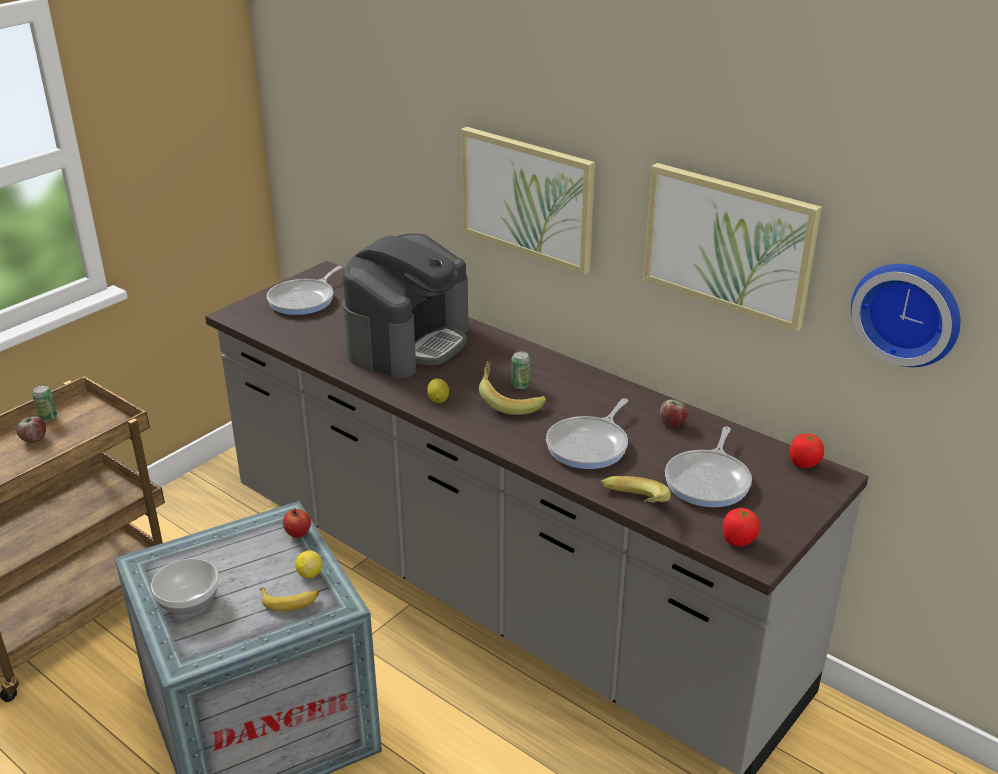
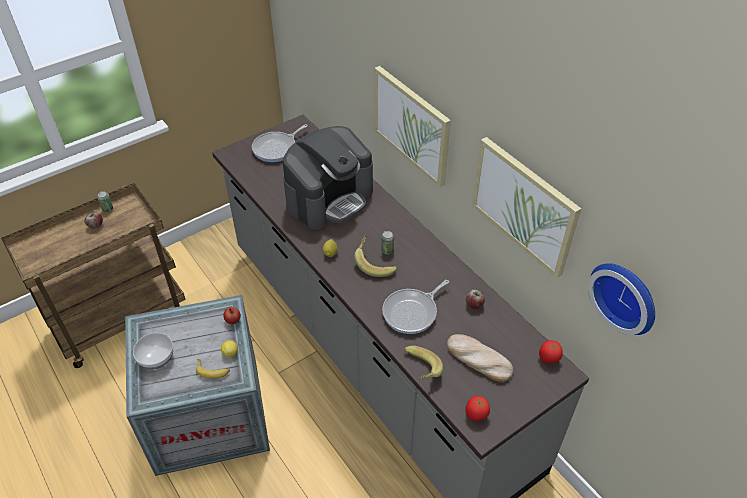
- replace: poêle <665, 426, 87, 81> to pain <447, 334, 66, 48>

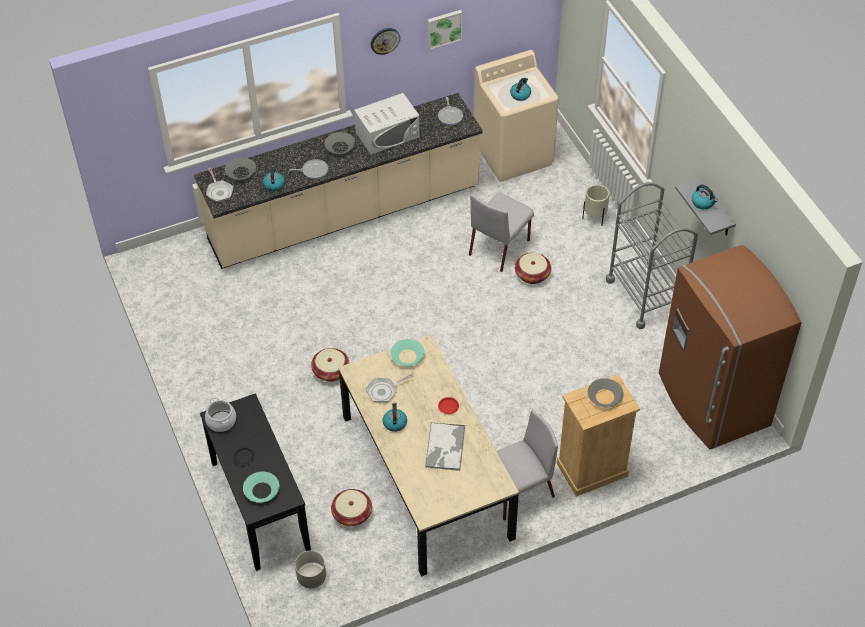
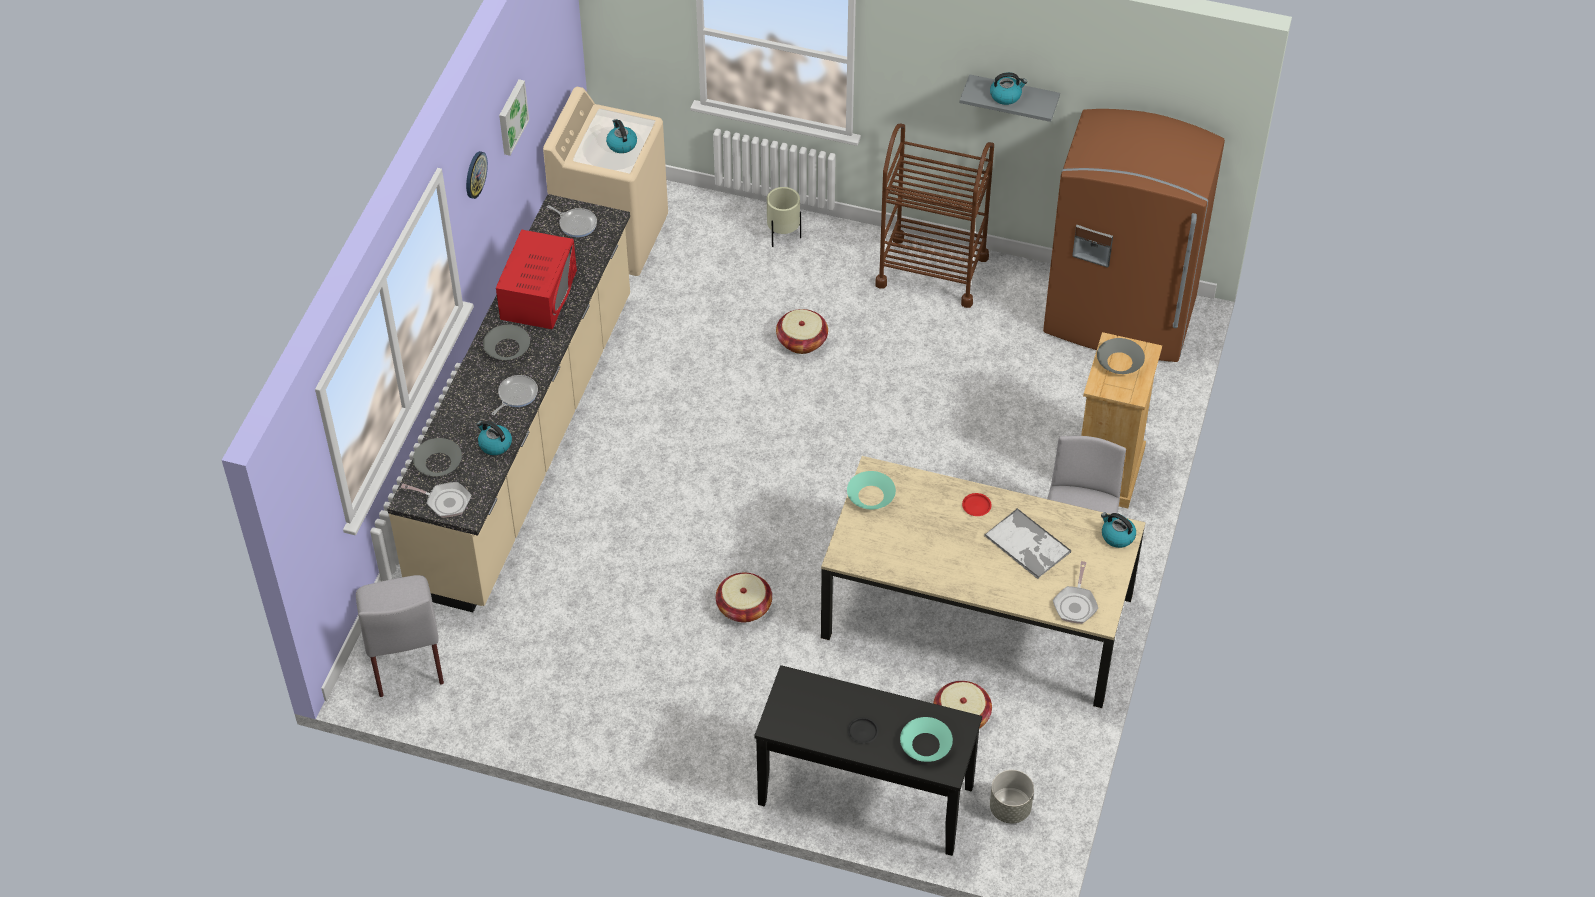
- move: chaise/gris <469, 193, 65, 79> to <356, 575, 88, 122>
- recolor: micro-ondes/blanc <354, 93, 66, 62> to micro-ondes/rouge <496, 229, 81, 100>
- recolor: chariot/gris <606, 182, 92, 147> to chariot/marron <875, 124, 119, 184>
- move: poêle <366, 374, 48, 29> to <1053, 561, 45, 63>
- move: bouilloire <383, 402, 24, 30> to <1101, 512, 35, 36>
- delete: marmite <205, 397, 31, 35>

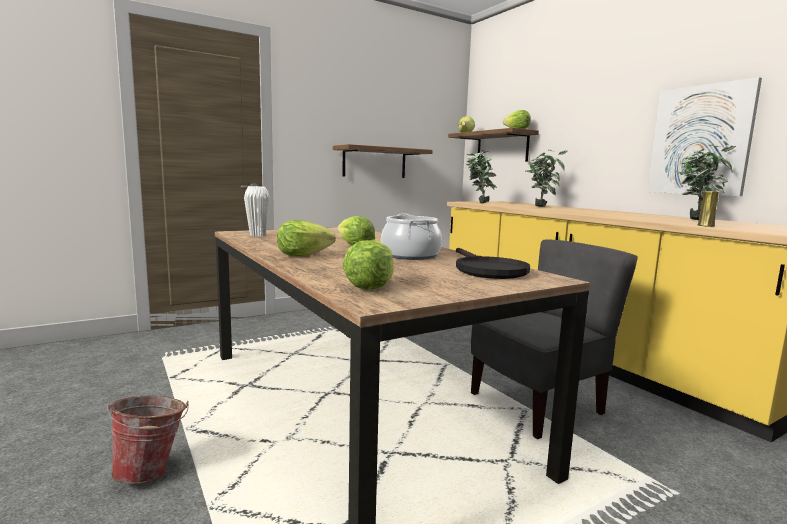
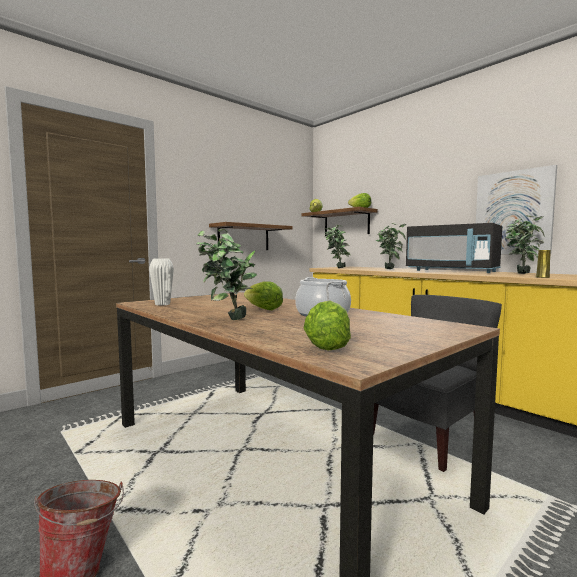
- replace: laitue <277, 220, 59, 36> to plante en pot <197, 229, 60, 91>
- insert: micro-ondes/noir <406, 223, 96, 50>
- delete: poêle/noir <456, 248, 74, 31>

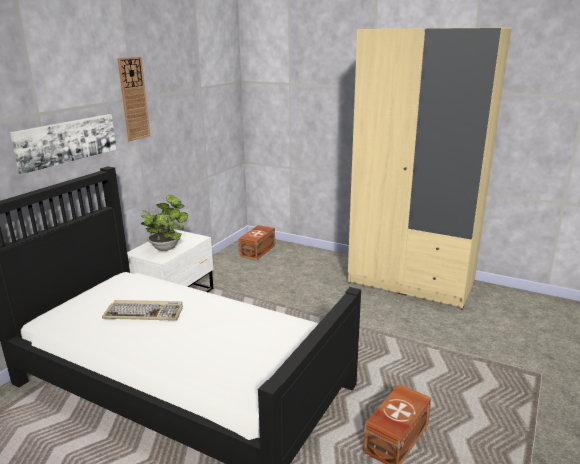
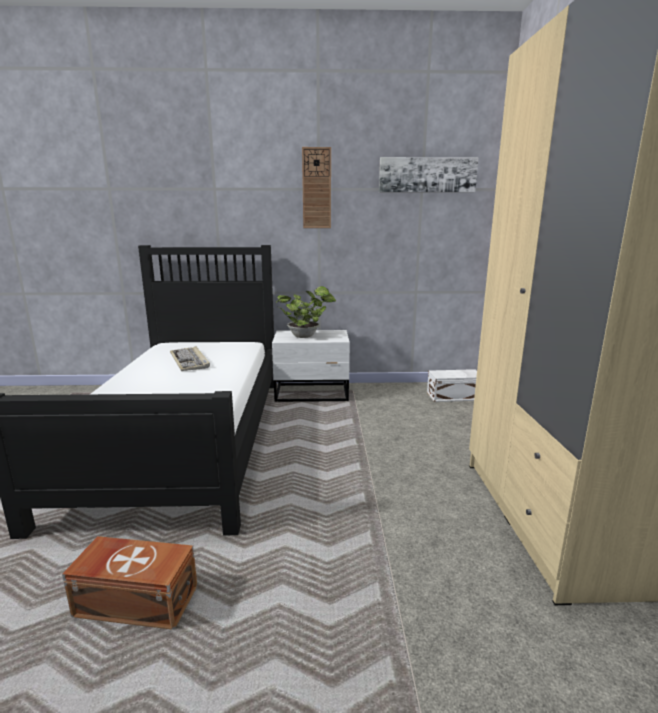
- move: tableau <10, 114, 107, 60> to <379, 157, 100, 36>
- recolor: boîte de rangement/marron <239, 225, 36, 35> to boîte de rangement/blanc <427, 369, 50, 33>

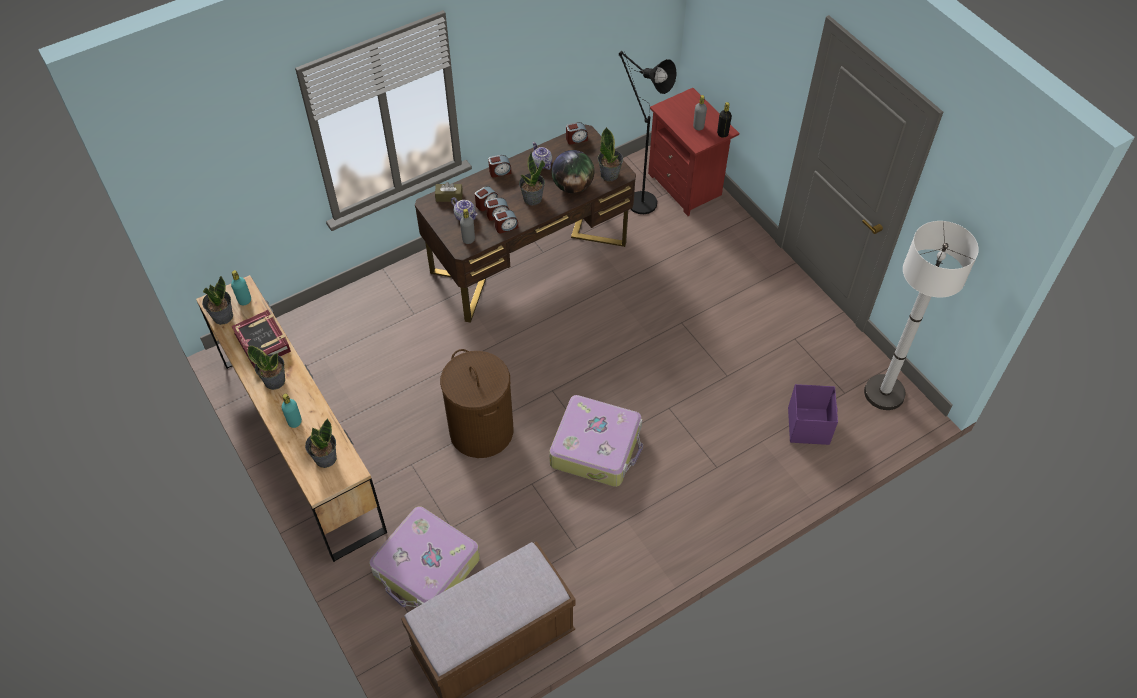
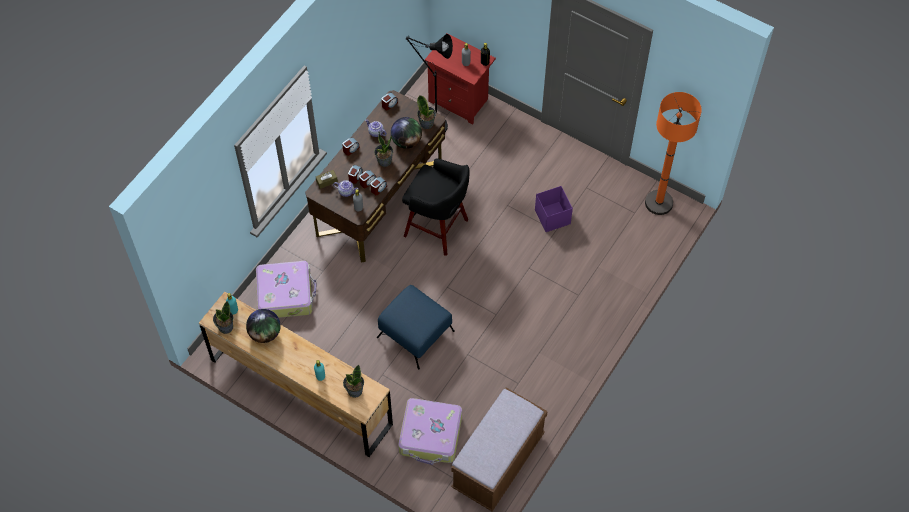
- replace: livre <232, 310, 59, 59> to globe <246, 309, 35, 34>
- move: valise <549, 395, 94, 92> to <256, 261, 61, 57>
- replace: panier à linge/marron <440, 349, 74, 109> to pouf/bleu <377, 285, 78, 84>
- insert: tabouret/noir <402, 158, 68, 98>
- move: boîte de rangement/violet <788, 384, 50, 61> to <535, 186, 38, 46>
- recolor: lampadaire/blanc <864, 221, 115, 189> to lampadaire/orange <645, 92, 57, 123>
- delete: plante en pot <247, 346, 38, 44>

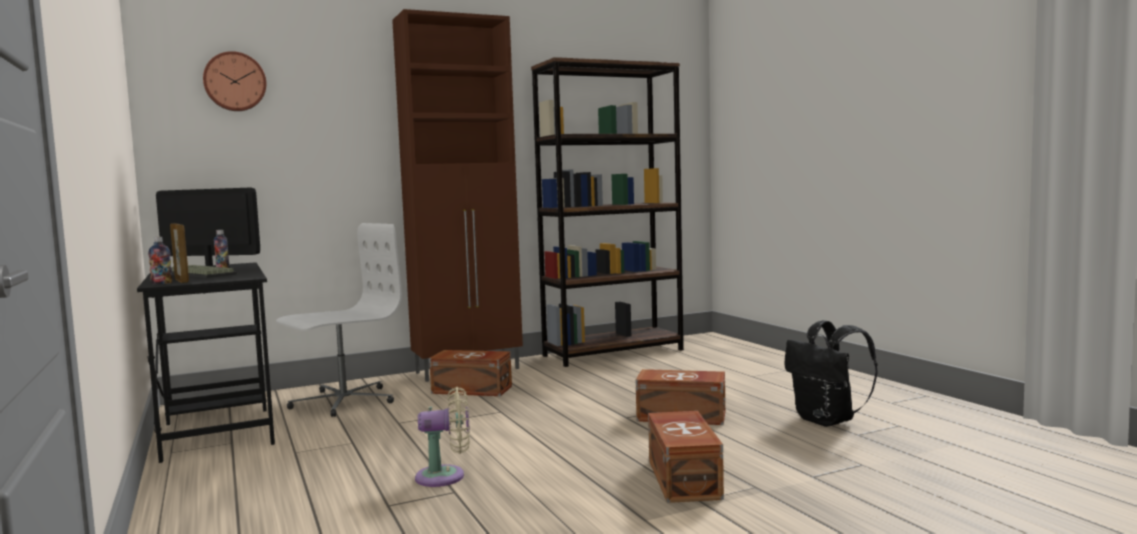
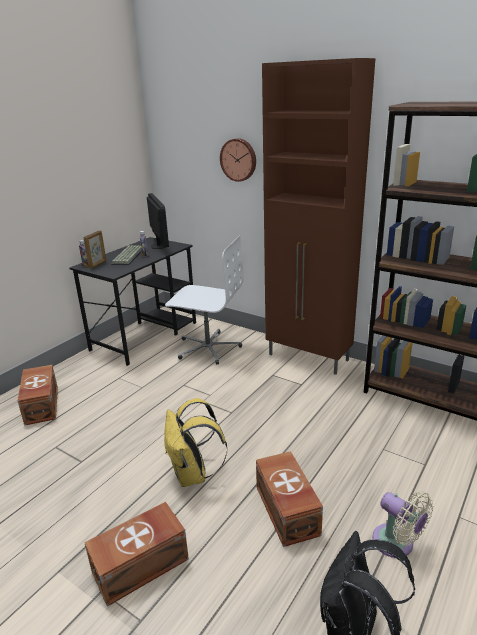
- move: boîte de rangement/marron <429, 350, 83, 46> to <17, 365, 41, 61>
- insert: sac à dos/jaune <164, 398, 64, 89>
- move: horloge murale <203, 51, 63, 60> to <220, 138, 36, 44>
- move: ventilateur/beige <415, 387, 55, 100> to <372, 492, 62, 66>

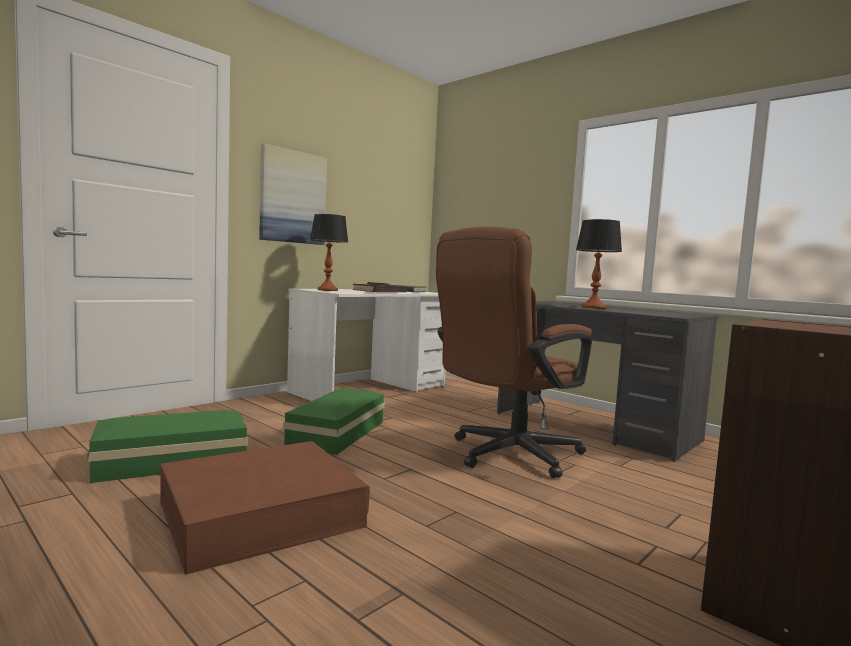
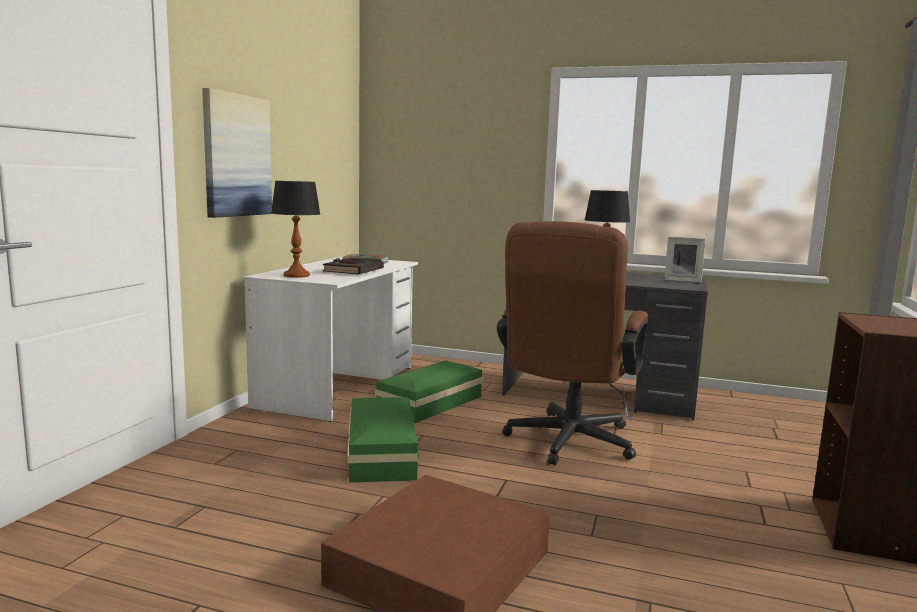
- move: boîte de rangement/vert <88, 410, 160, 73> to <375, 361, 108, 62>
- insert: cadre photo <664, 237, 41, 46>

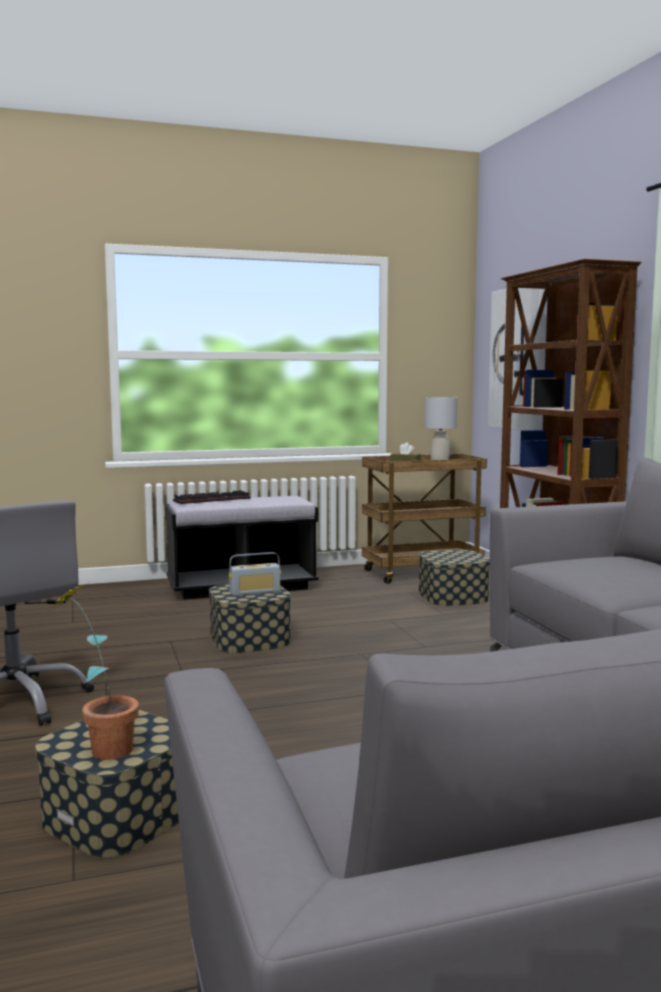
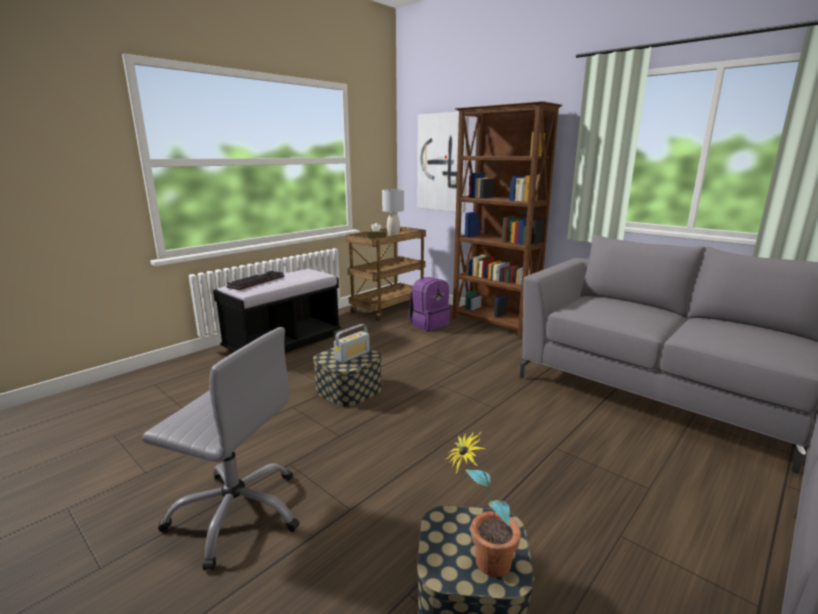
- replace: boîte de rangement <419, 550, 71, 56> to sac à dos/violet <409, 277, 42, 54>

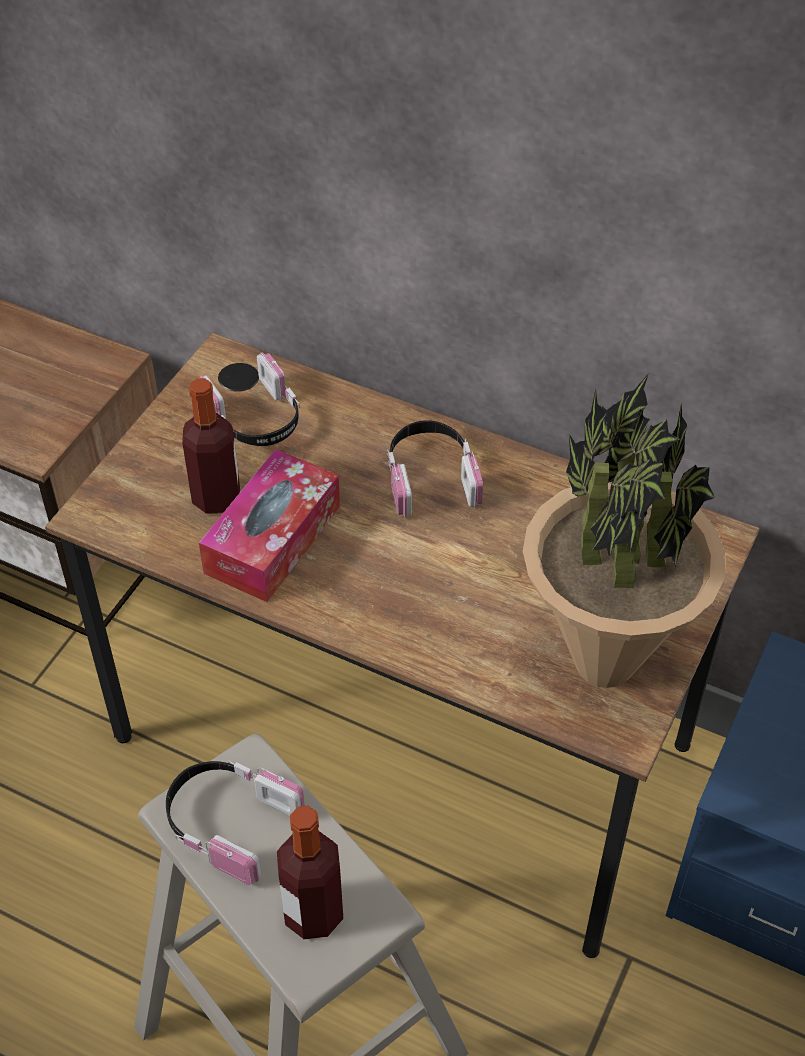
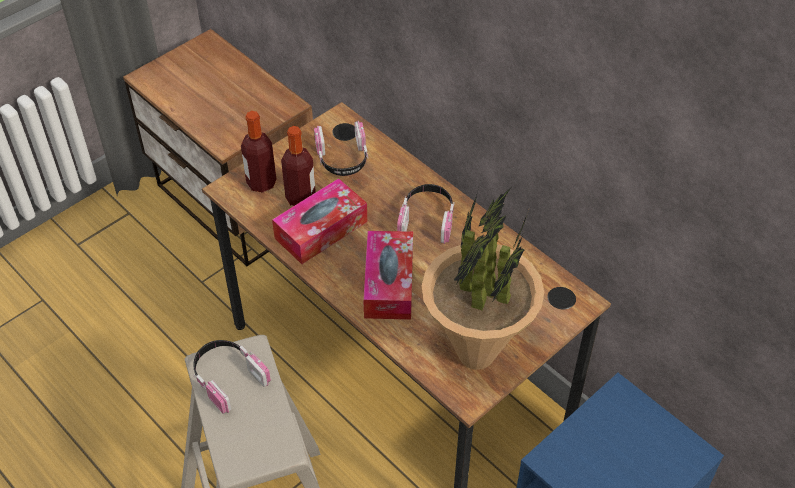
- move: bouteille <277, 806, 66, 133> to <241, 111, 36, 81>
- insert: boîte à mouchoirs <363, 231, 50, 89>

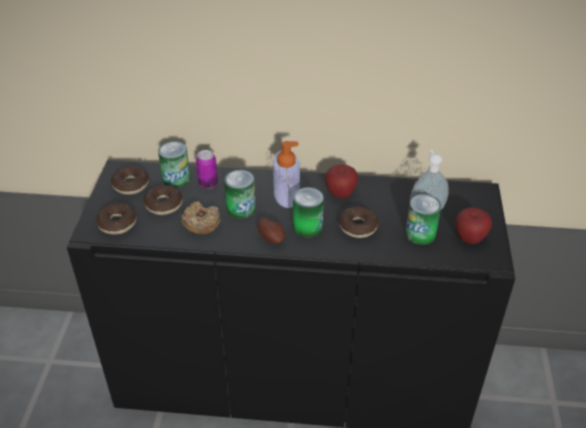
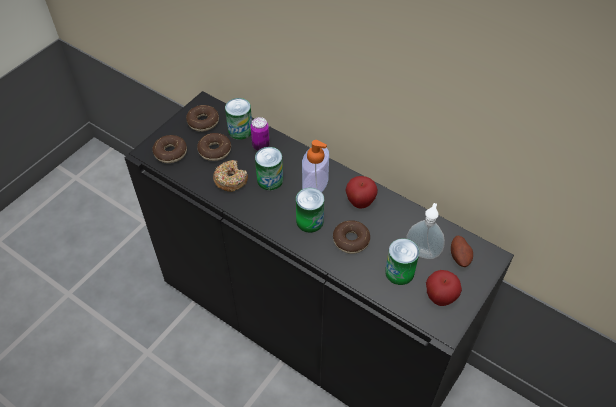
- move: pomme de terre <258, 218, 27, 26> to <451, 236, 22, 31>

